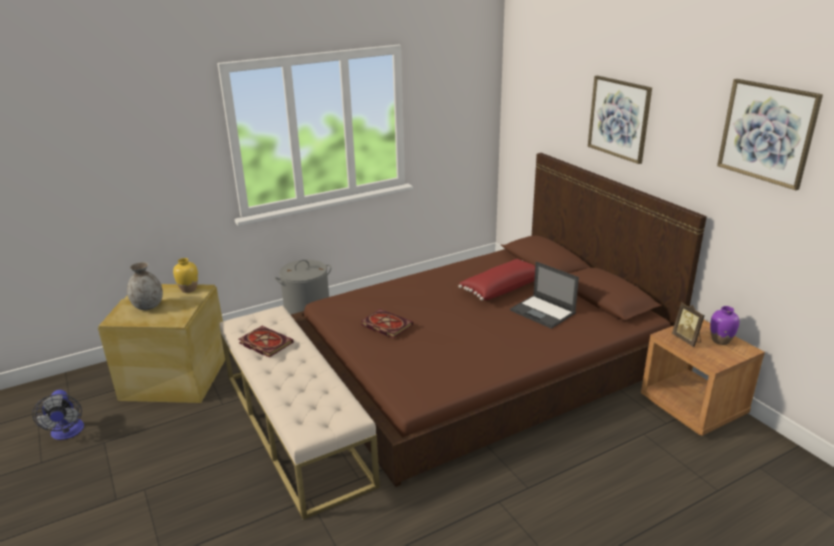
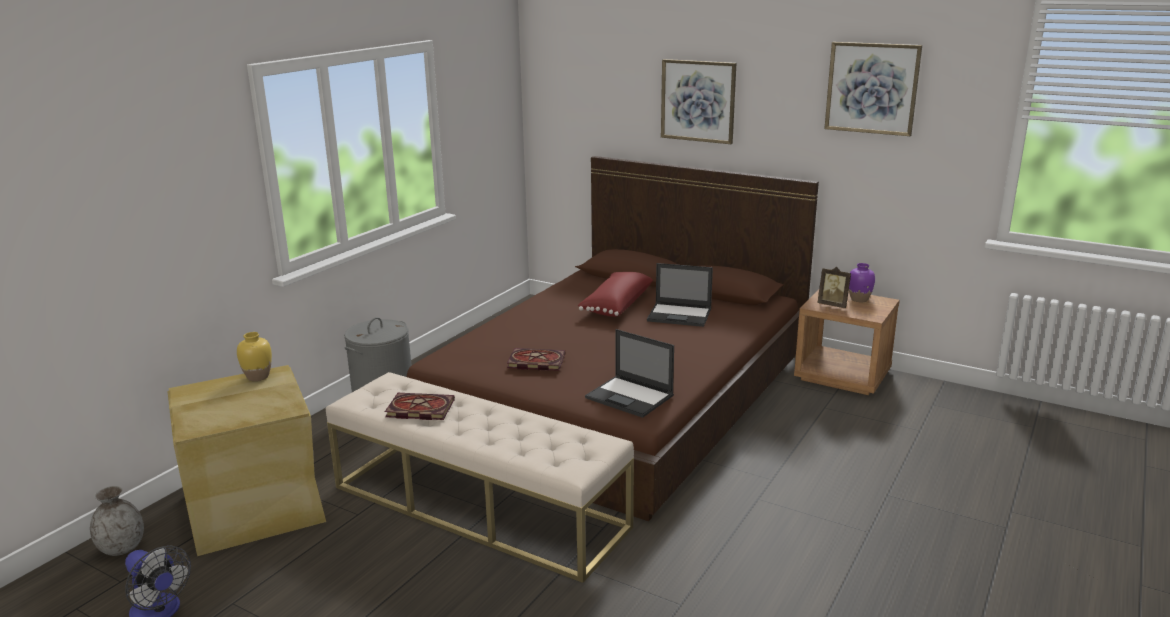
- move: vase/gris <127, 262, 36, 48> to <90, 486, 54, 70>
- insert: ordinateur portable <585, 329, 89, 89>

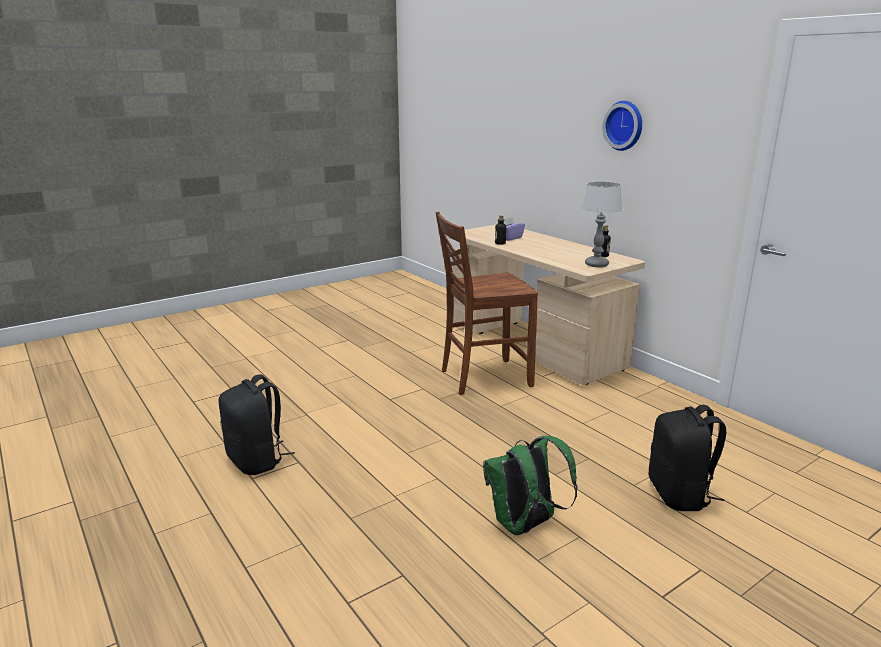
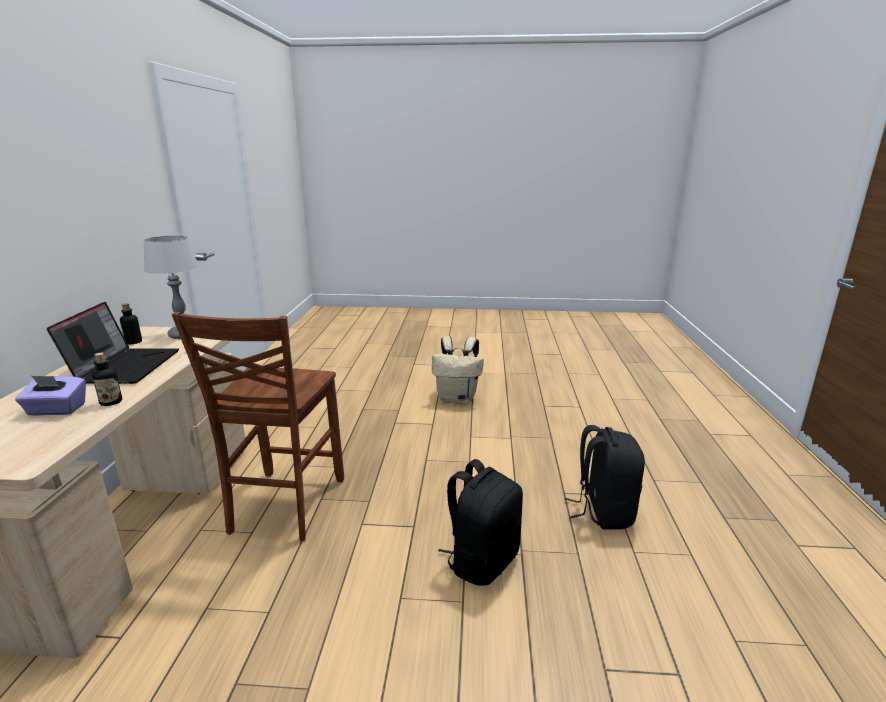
- insert: ordinateur portable <47, 302, 132, 82>
- rotate: chaise/marron <436, 212, 102, 183> = <172, 312, 172, 229> 75 degrees clockwise
- recolor: sac à dos/vert <483, 436, 95, 99> to sac à dos/beige <432, 336, 52, 68>
- move: sac à dos/noir <649, 405, 77, 106> to <438, 459, 85, 127>
- delete: horloge murale <602, 101, 40, 50>

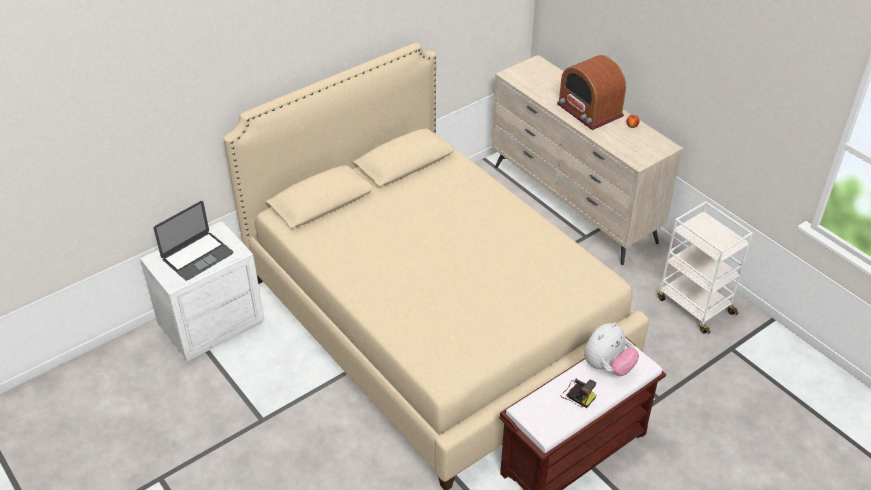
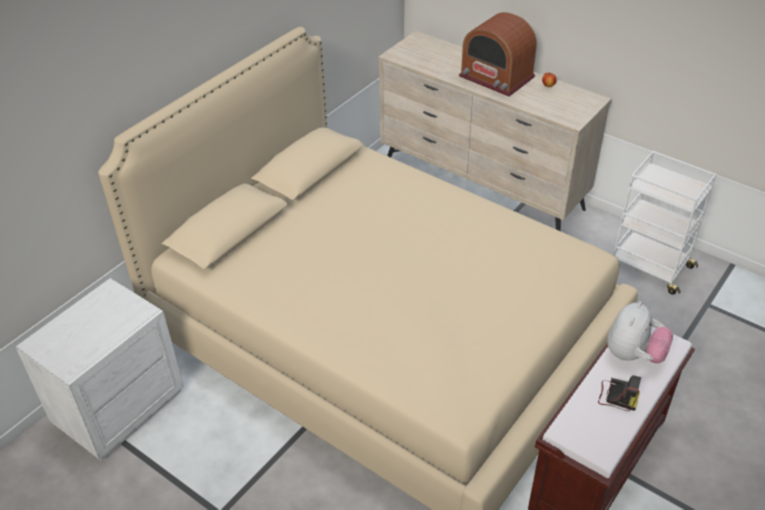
- delete: ordinateur portable <154, 201, 79, 79>

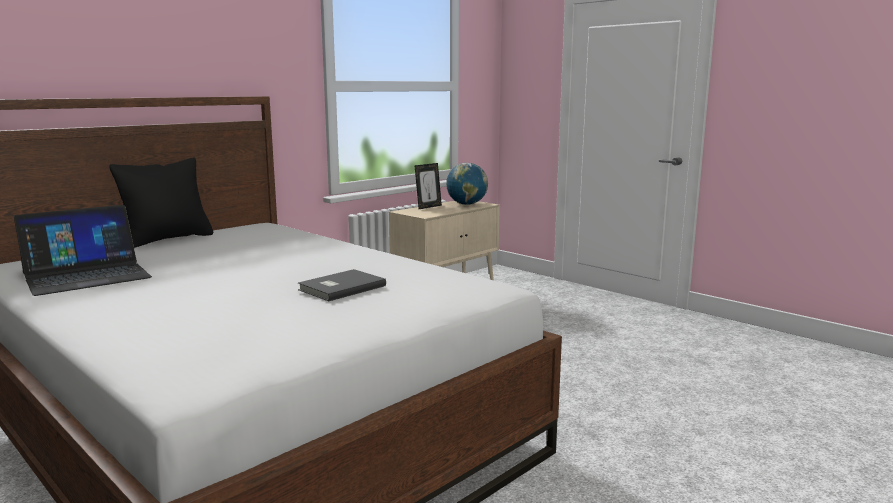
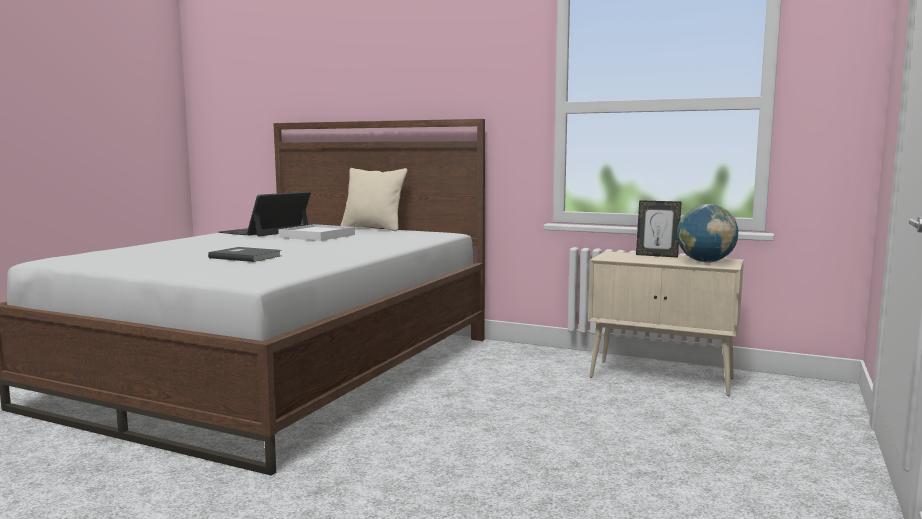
- rotate: ordinateur portable <14, 205, 138, 91> = <219, 192, 92, 45> 90 degrees clockwise
- insert: plateau/blanc <278, 224, 77, 17>
- recolor: coussin/noir <109, 158, 104, 90> to coussin/beige <341, 168, 66, 63>

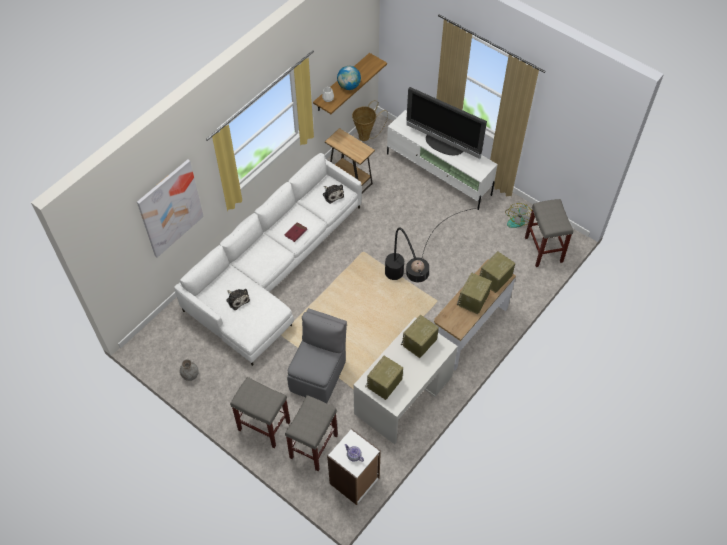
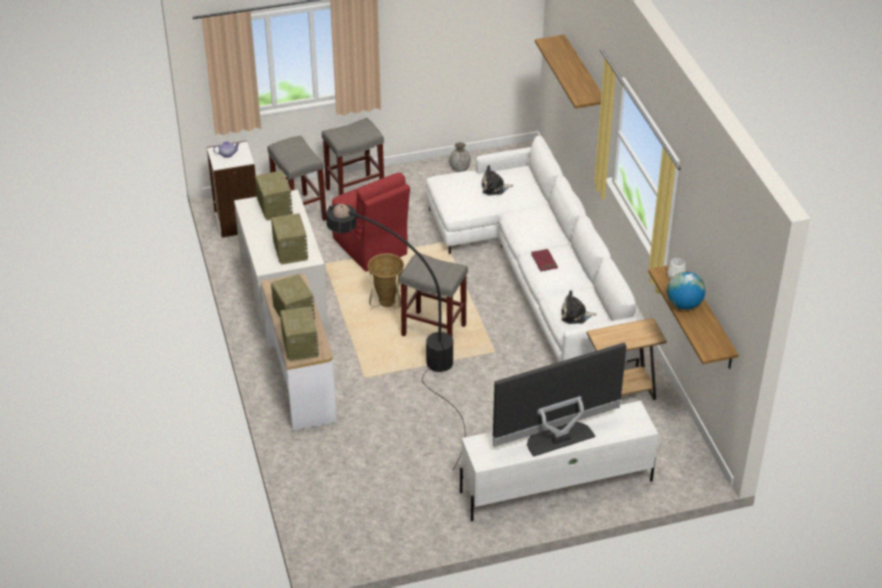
- recolor: chaise/gris <287, 308, 60, 95> to chaise/rouge <332, 173, 78, 99>
- move: panier <352, 100, 36, 41> to <368, 254, 36, 54>
- move: tabouret/gris <525, 199, 49, 68> to <399, 253, 69, 84>
- replace: tableau <137, 159, 67, 98> to étagère <535, 35, 66, 74>
- delete: ventilateur <505, 203, 27, 25>

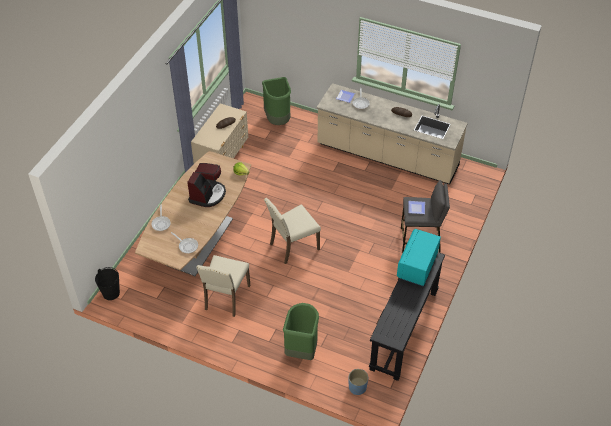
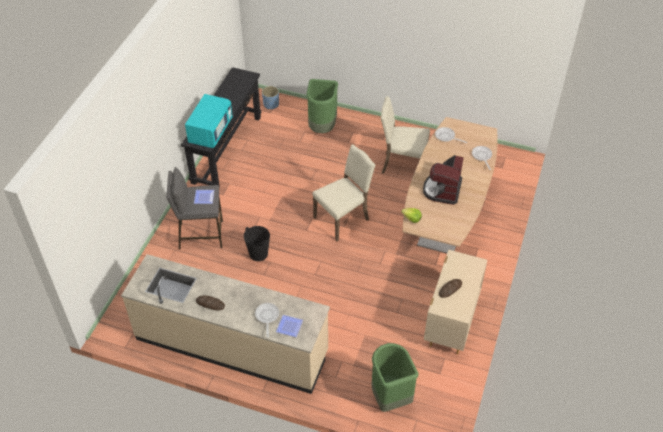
- move: seau/noir <95, 267, 25, 33> to <244, 226, 26, 35>
- rotate: chaise/beige <196, 255, 54, 62> = <381, 96, 49, 77> 90 degrees counterclockwise

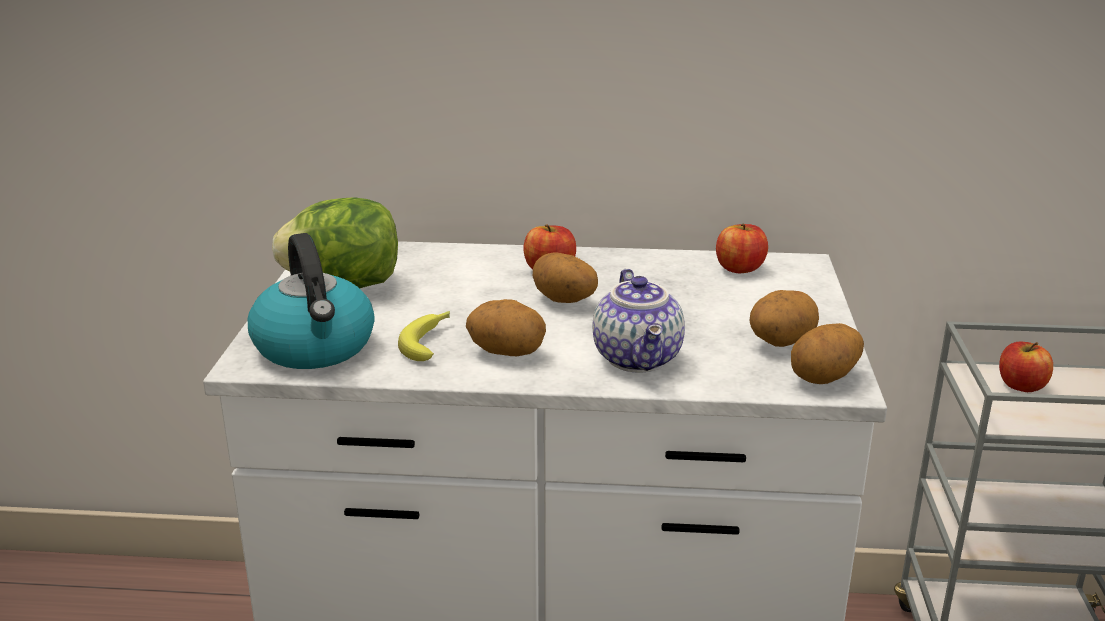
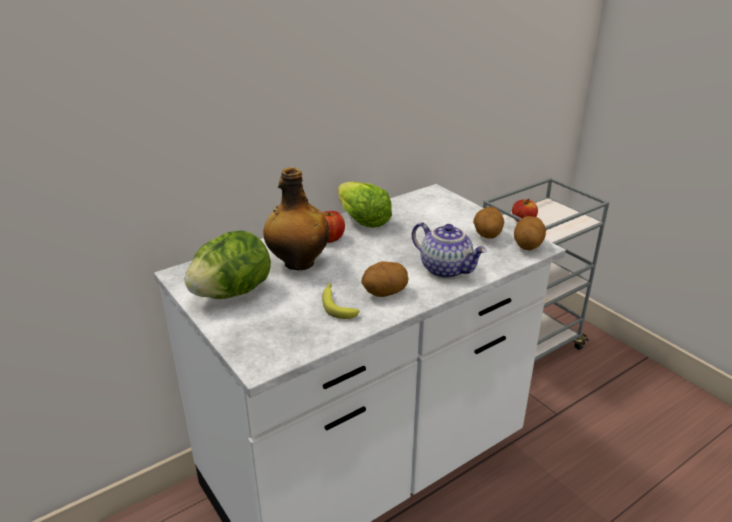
- insert: bouteille <263, 167, 66, 103>
- insert: laitue <338, 182, 54, 46>
- delete: bouilloire <248, 233, 127, 136>
- delete: pomme de terre <533, 253, 65, 50>
- delete: pomme <716, 224, 52, 49>

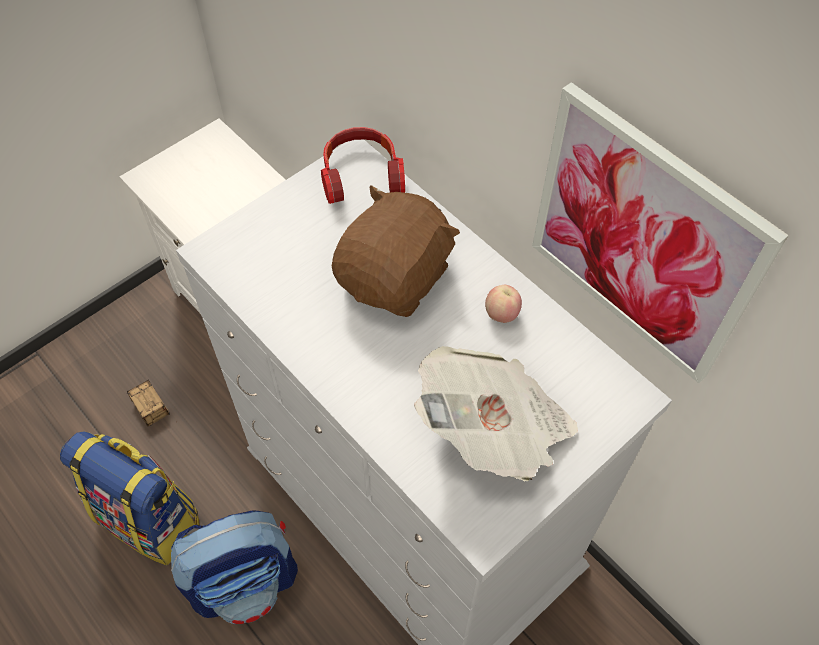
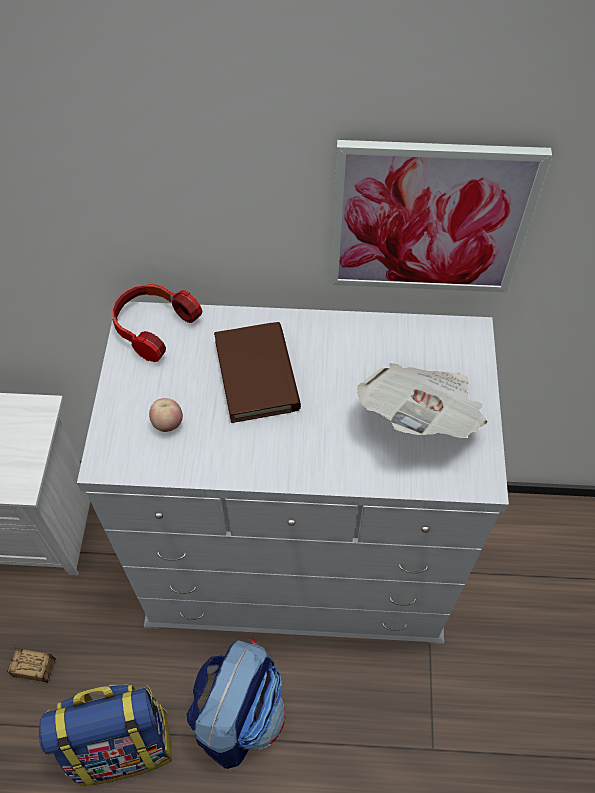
- move: pomme <485, 285, 37, 38> to <149, 398, 34, 34>
- replace: peluche/marron <332, 185, 128, 132> to livre/marron <214, 322, 87, 101>

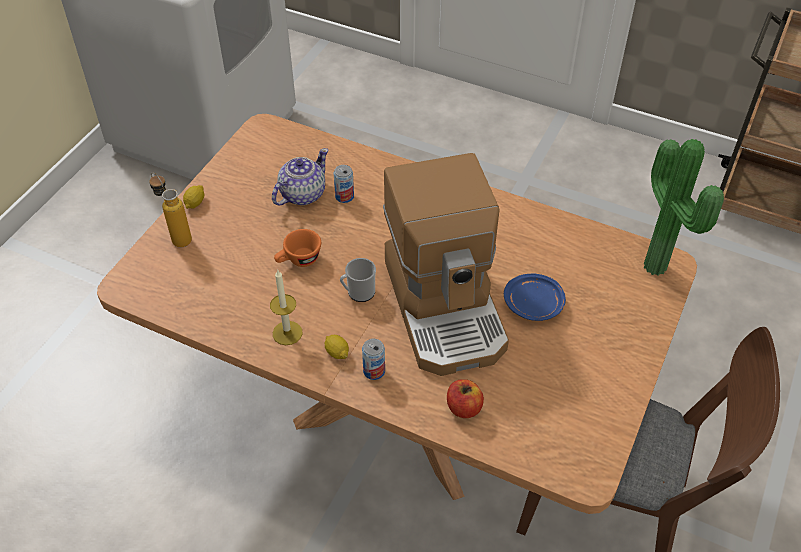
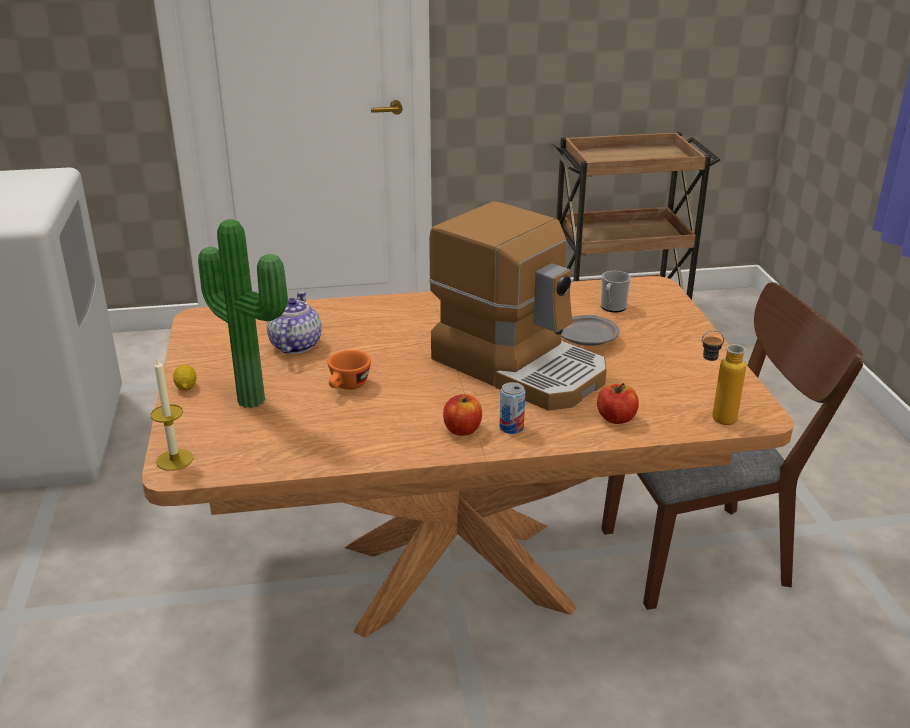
- move: bougie <270, 270, 33, 75> to <150, 358, 44, 113>
- move: plante en pot <644, 139, 80, 137> to <198, 219, 90, 189>
- replace: citron <325, 335, 24, 24> to pomme <443, 394, 39, 42>
- recolor: assiette/bleu <504, 274, 62, 47> to assiette/gris <562, 315, 58, 31>
- move: mug <340, 258, 36, 44> to <601, 271, 30, 41>
- move: bouteille <149, 172, 43, 75> to <702, 330, 44, 95>
- delete: boîte métallique <334, 165, 20, 38>

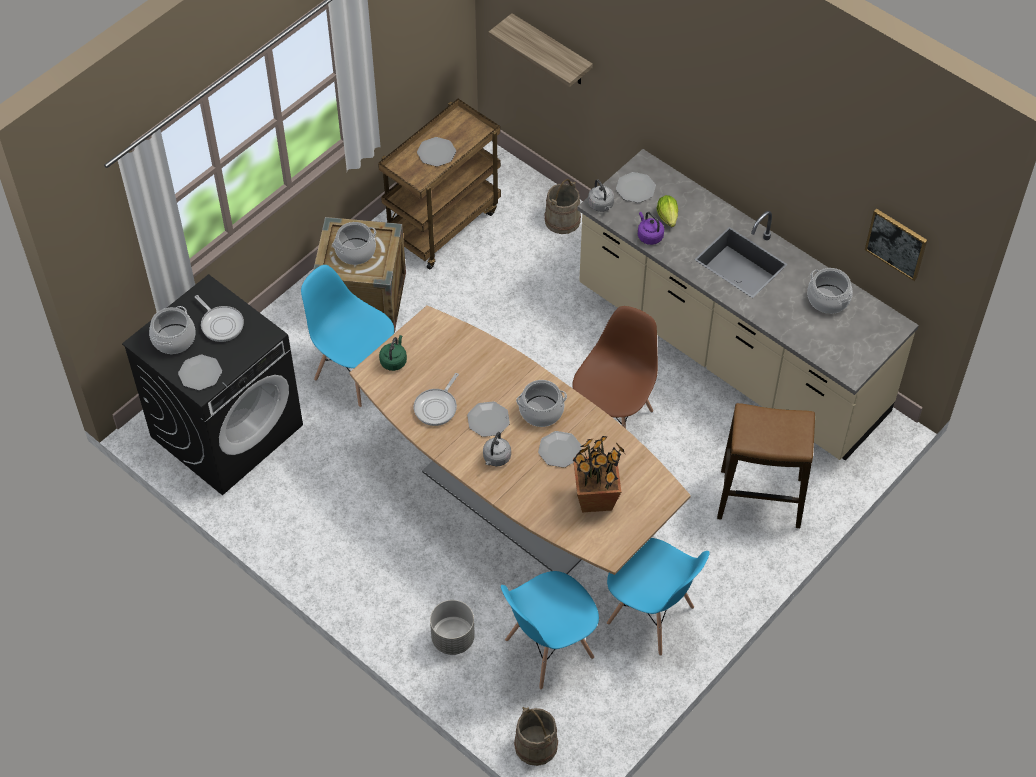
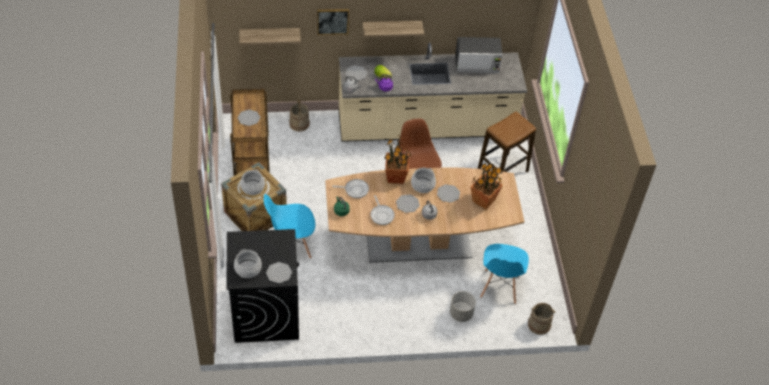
- move: tableau <865, 209, 62, 72> to <317, 9, 32, 26>
- move: poêle <195, 295, 49, 47> to <332, 179, 37, 19>
- insert: étagère <362, 21, 62, 17>
- insert: plante en pot <384, 135, 28, 49>
- replace: marmite <807, 268, 45, 46> to micro-ondes <455, 37, 47, 36>
- delete: chaise/bleu <607, 538, 102, 118>

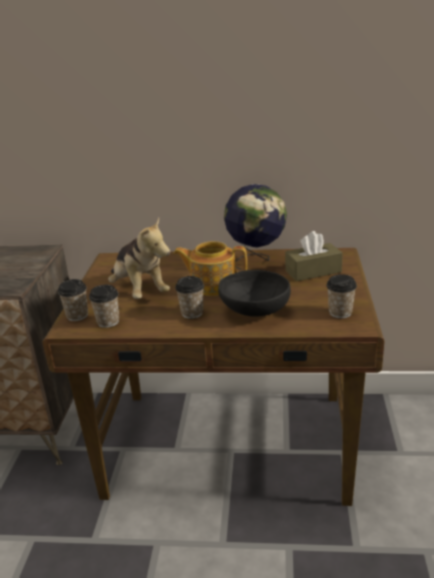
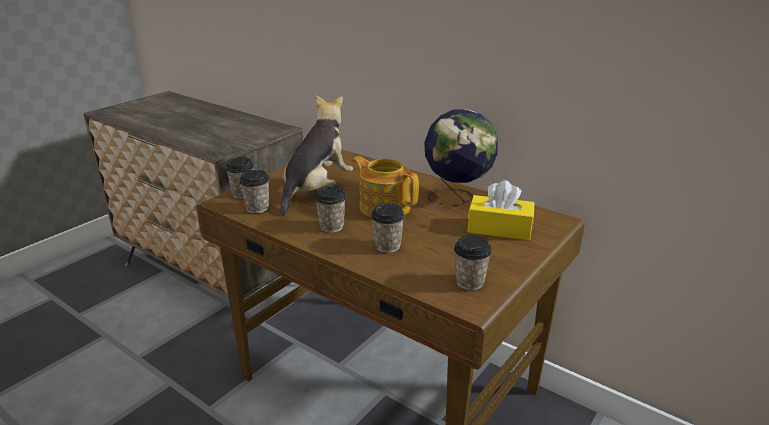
- rotate: peluche <108, 217, 62, 82> = <280, 95, 73, 121> 150 degrees counterclockwise
- replace: bol/noir <218, 270, 73, 47> to tasse <371, 203, 34, 50>
- recolor: boîte à mouchoirs/marron <285, 231, 58, 50> to boîte à mouchoirs/jaune <468, 180, 67, 60>

